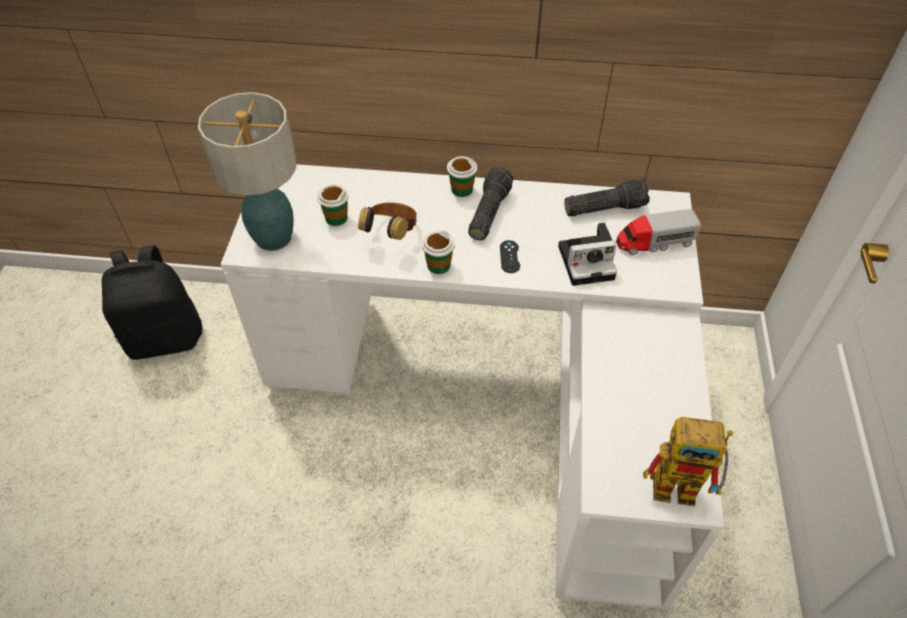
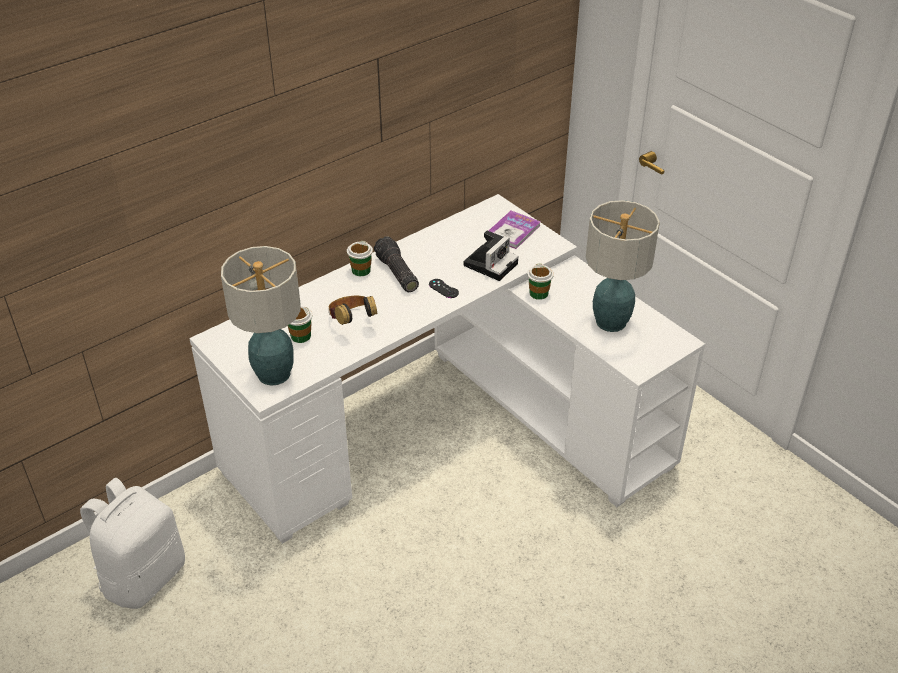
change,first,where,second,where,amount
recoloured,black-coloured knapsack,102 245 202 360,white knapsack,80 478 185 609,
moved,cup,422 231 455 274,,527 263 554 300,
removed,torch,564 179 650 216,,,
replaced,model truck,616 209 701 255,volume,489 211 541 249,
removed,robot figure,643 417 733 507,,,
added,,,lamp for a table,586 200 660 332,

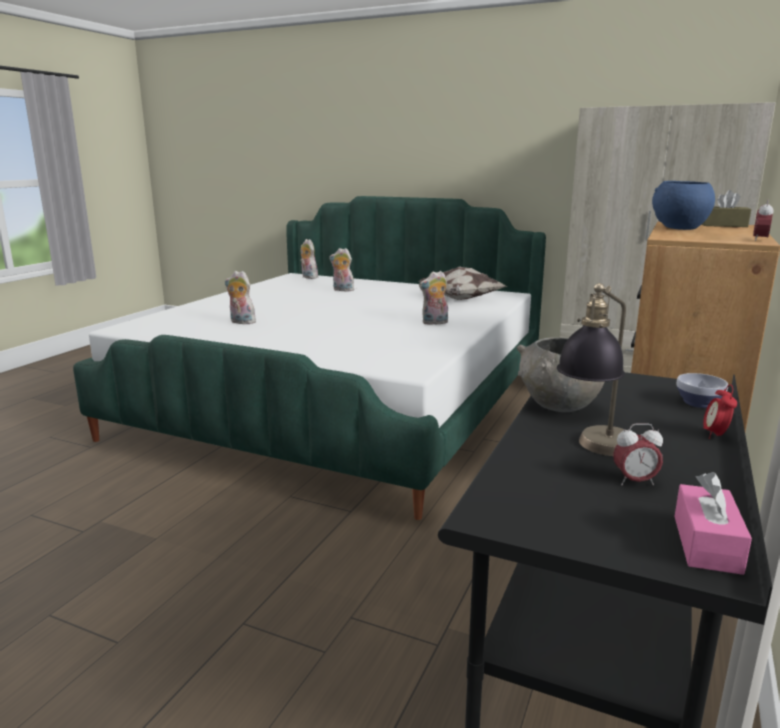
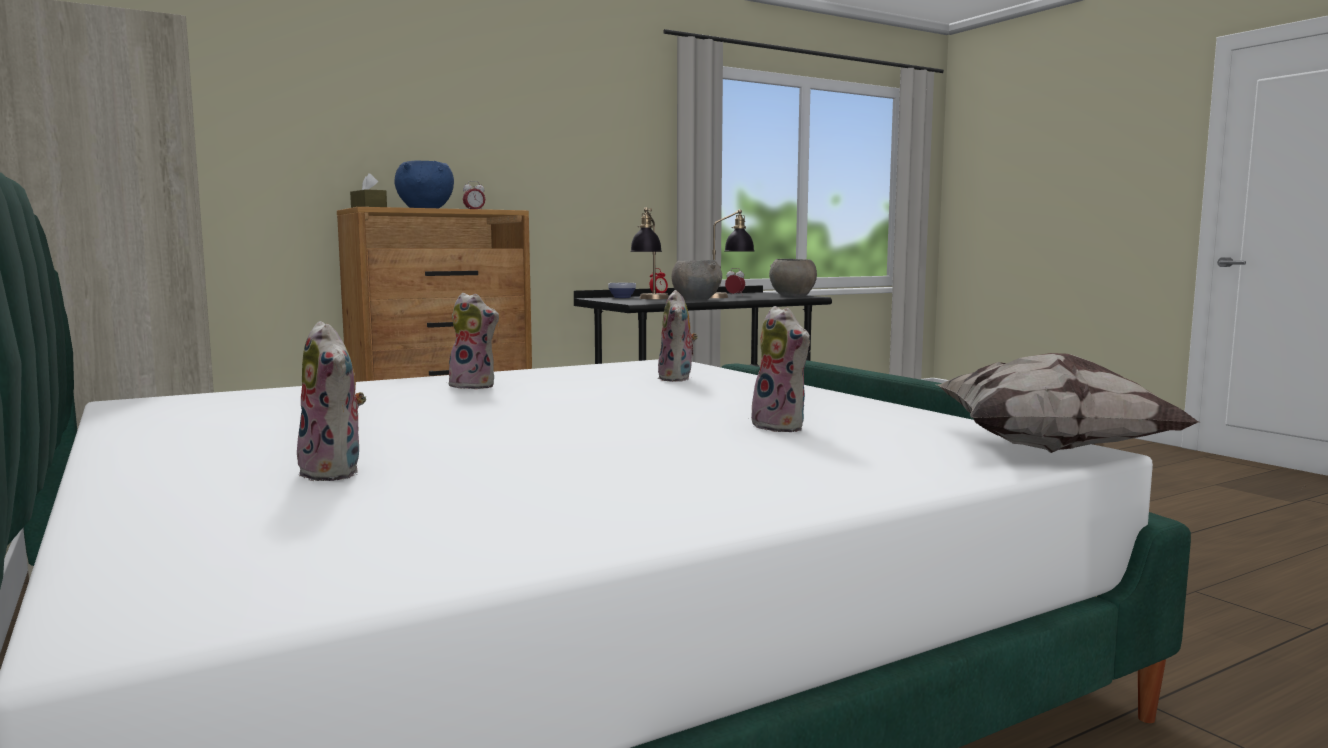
change,first,where,second,where,amount
moved,plush toy,300 239 318 279,,658 290 698 382,
moved,throw pillow,419 266 507 300,,937 353 1199 453,
removed,pink tissue holder,674 472 752 575,,,
added,,,lamp for a table,630 207 669 299,
added,,,greyish serving bowl,769 259 817 297,

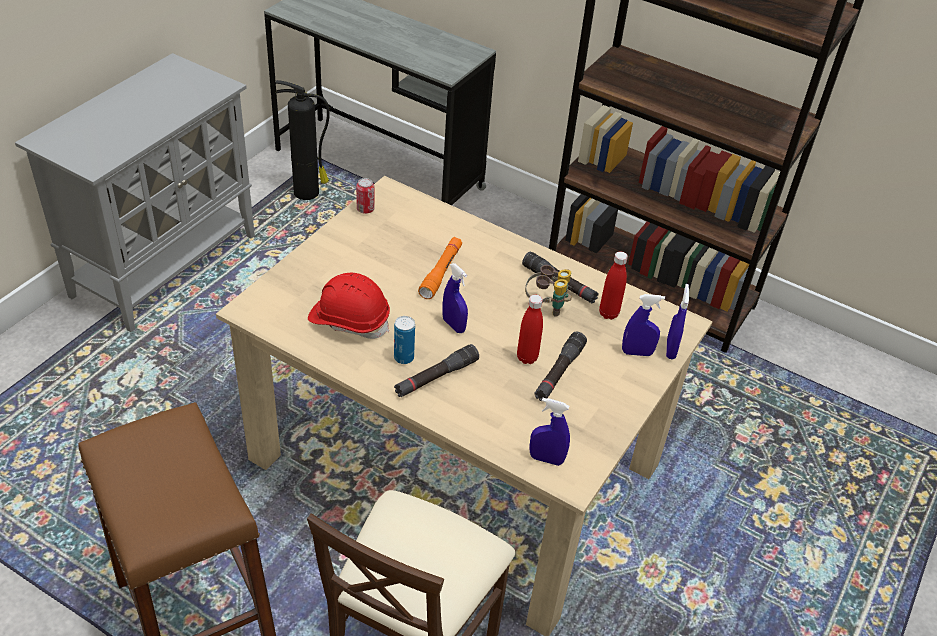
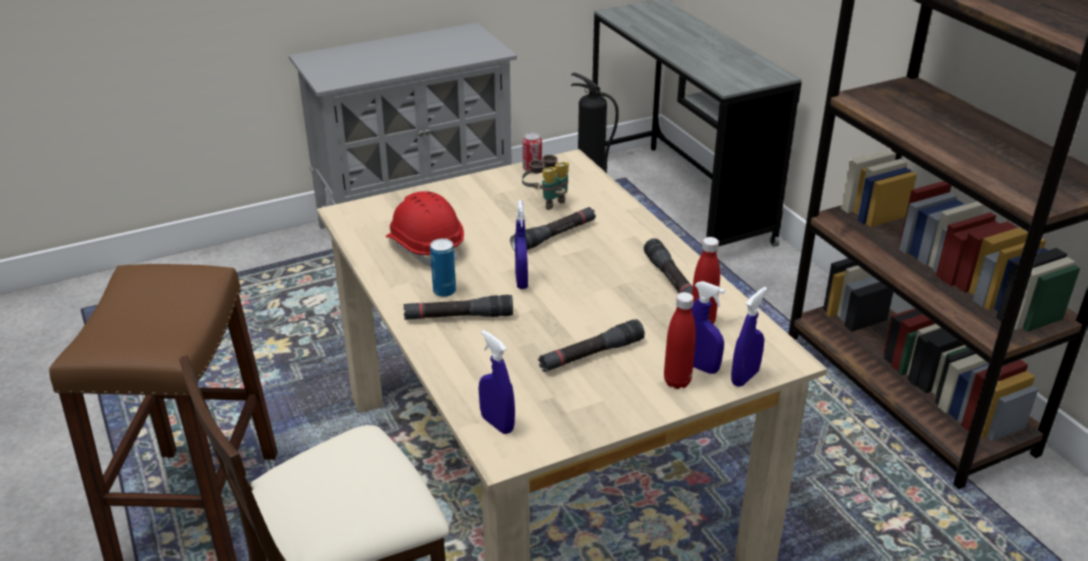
change,first,where,second,where,amount
recoloured,orange-coloured torch,418 237 462 299,black-coloured torch,510 207 596 251,
moved,reddish bottle,517 295 543 364,,664 292 696 389,
moved,pair of binoculars,525 265 572 317,,522 155 569 210,

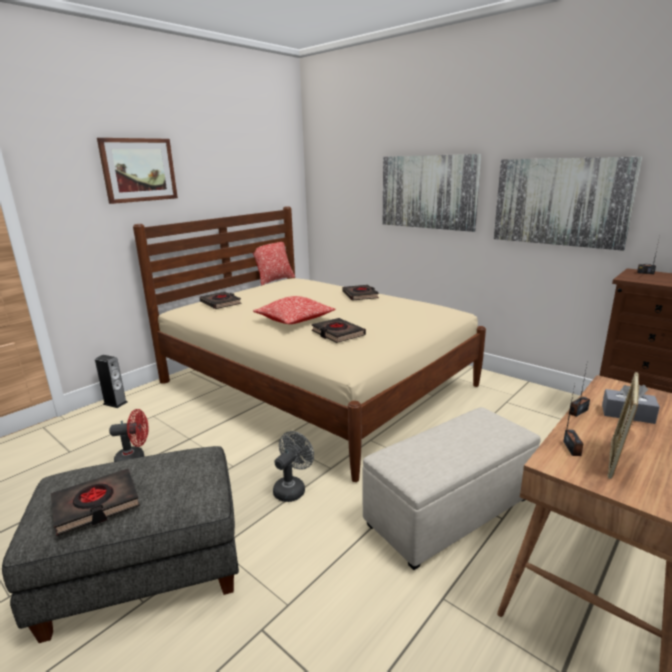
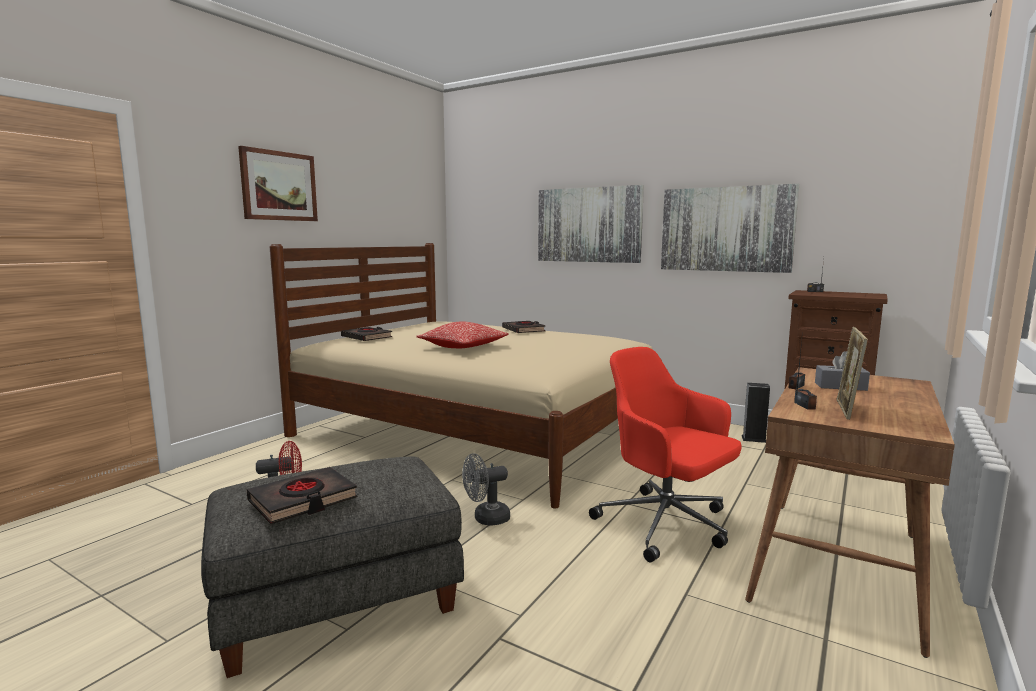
change,first,where,second,where,amount
moved,loudspeaker,95 355 127 408,,742 383 770 443,
removed,throw pillow,253 242 295 286,,,
turned,greyish cooling fan,273 431 314 502,,462 453 510 526,135 degrees counterclockwise
removed,black-coloured volume,311 318 366 343,,,
replaced,sand-coloured pouffe,362 407 541 570,reddish computer chair,589 347 742 562,

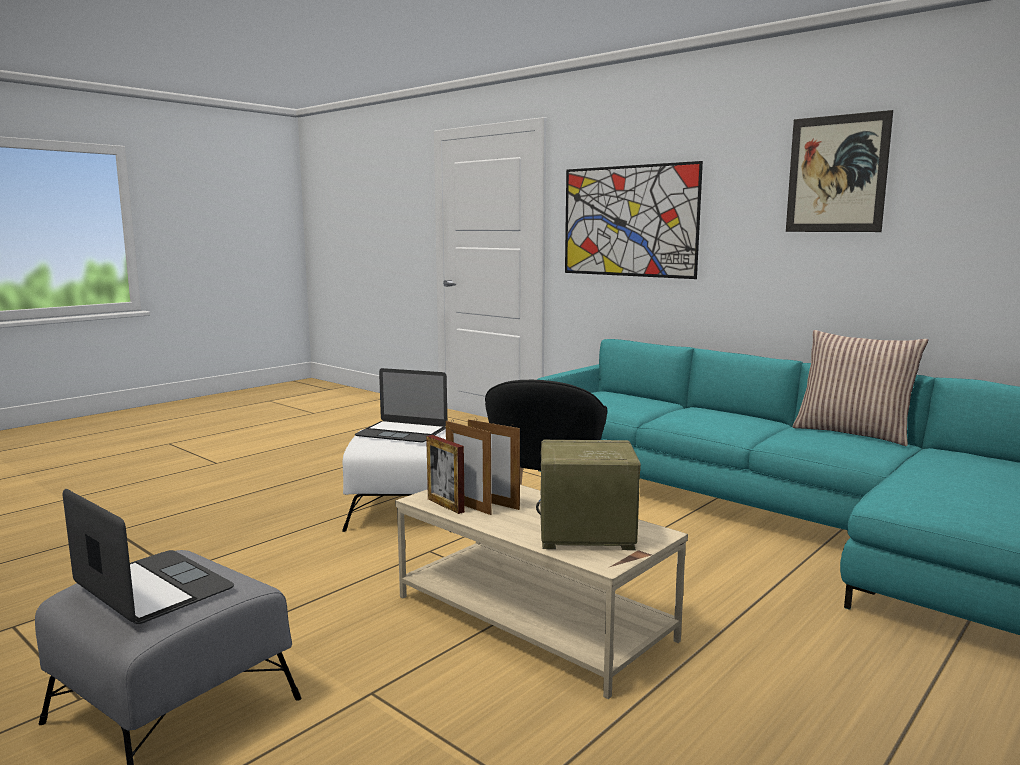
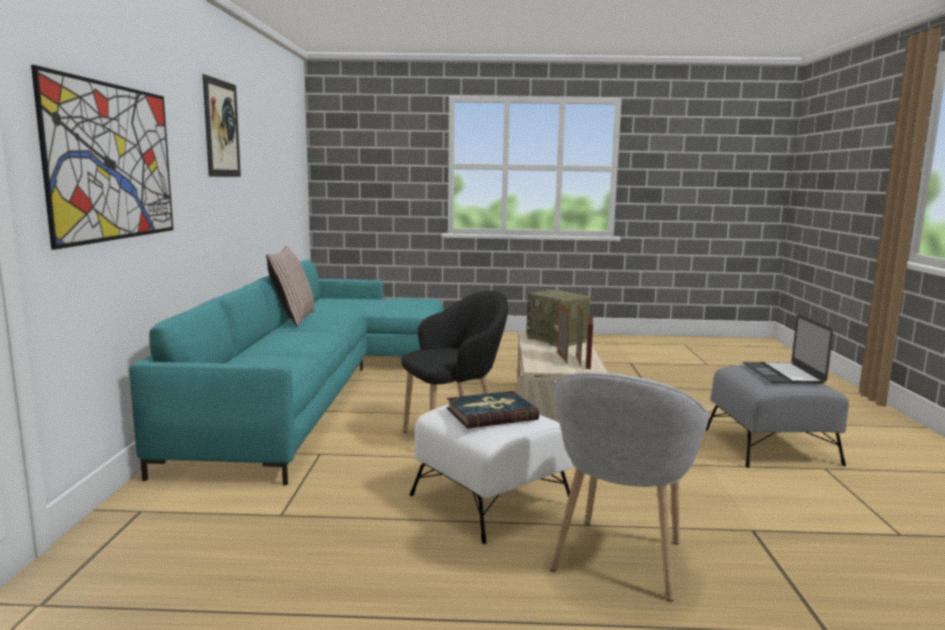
change,first,where,second,where,amount
replaced,notebook computer,355 368 447 442,volume,447 391 539 429,
added,,,greyish armchair,550 372 710 602,

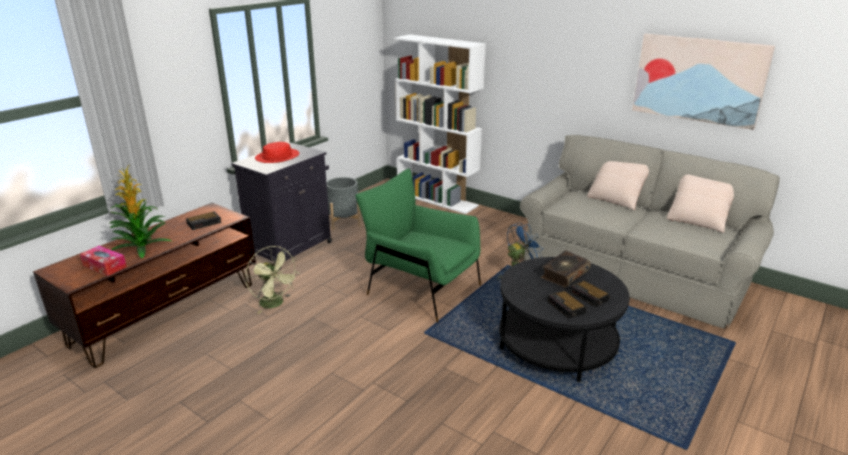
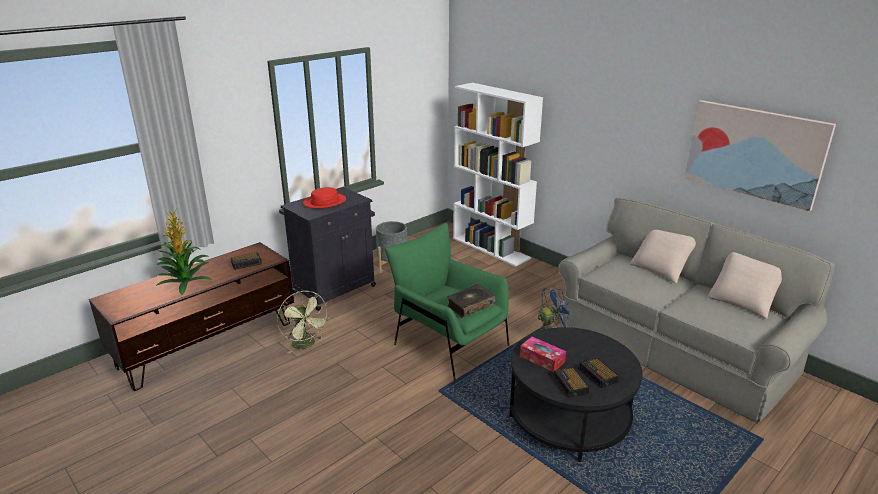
change,first,where,second,where,amount
moved,tissue holder,80 246 127 276,,520 337 566 372,
moved,volume,541 250 591 288,,447 284 496 318,

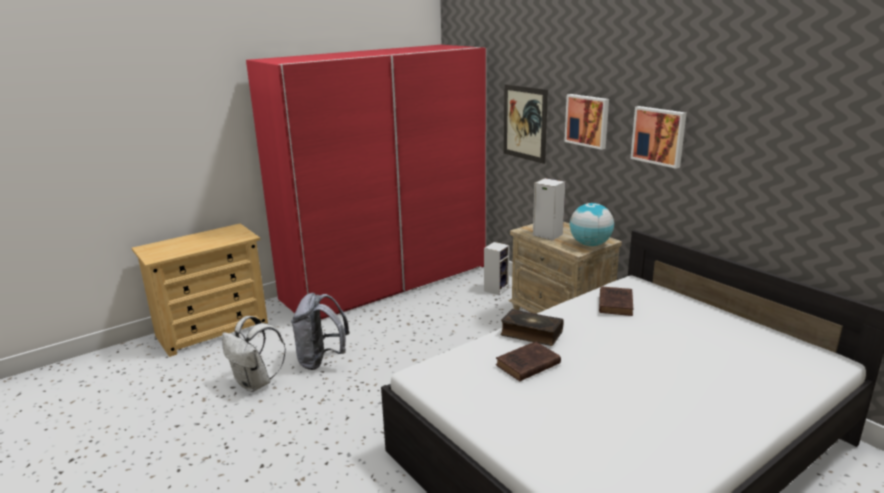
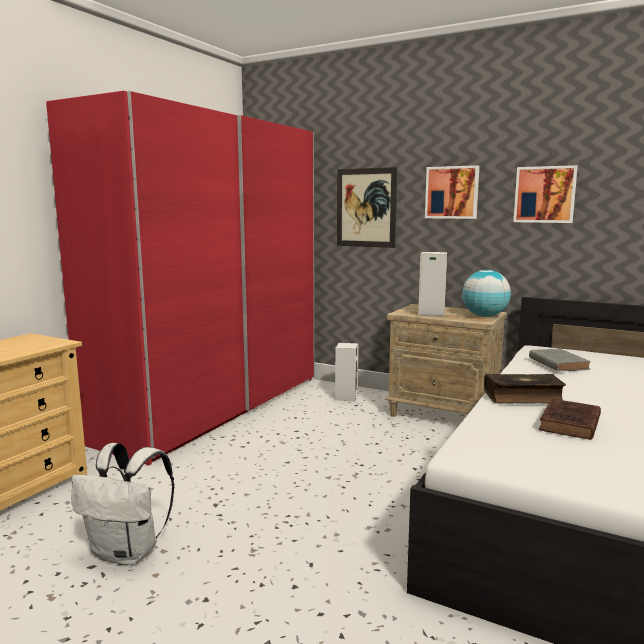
change,first,where,second,where,amount
removed,greyish knapsack,291 293 349 370,,,
recoloured,brown-coloured volume,599 286 633 316,greyish volume,529 349 591 372,

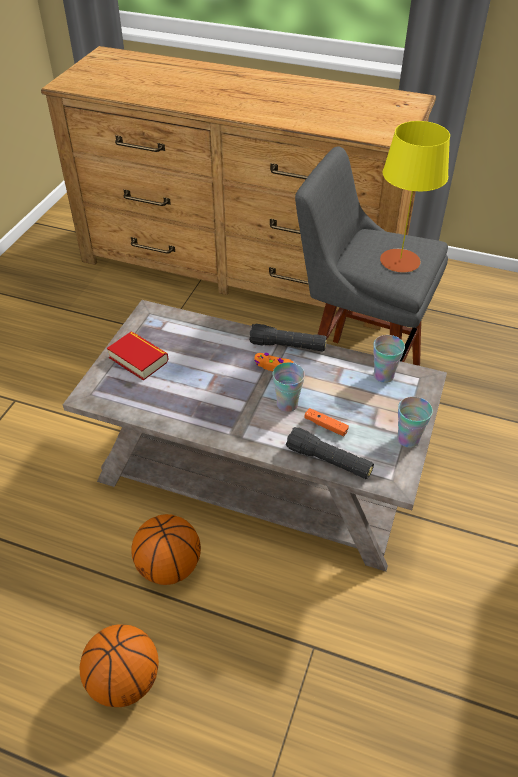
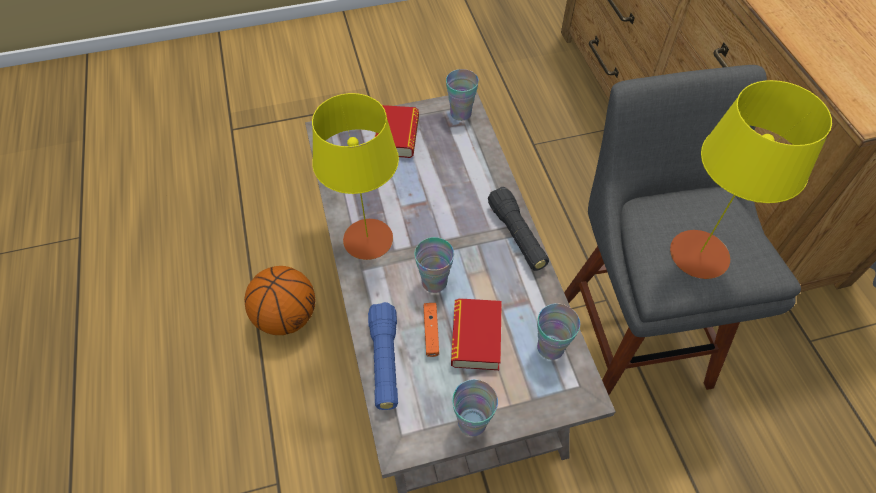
change,first,where,second,where,amount
removed,basketball ball,80 624 159 707,,,
removed,orange-coloured game controller,254 353 293 371,,,
recoloured,black-coloured torch,286 427 374 479,blue-coloured torch,368 302 398 410,
added,,,yellow-coloured lamp for a table,312 93 399 260,
added,,,cup,446 69 479 121,
added,,,volume,451 298 502 370,

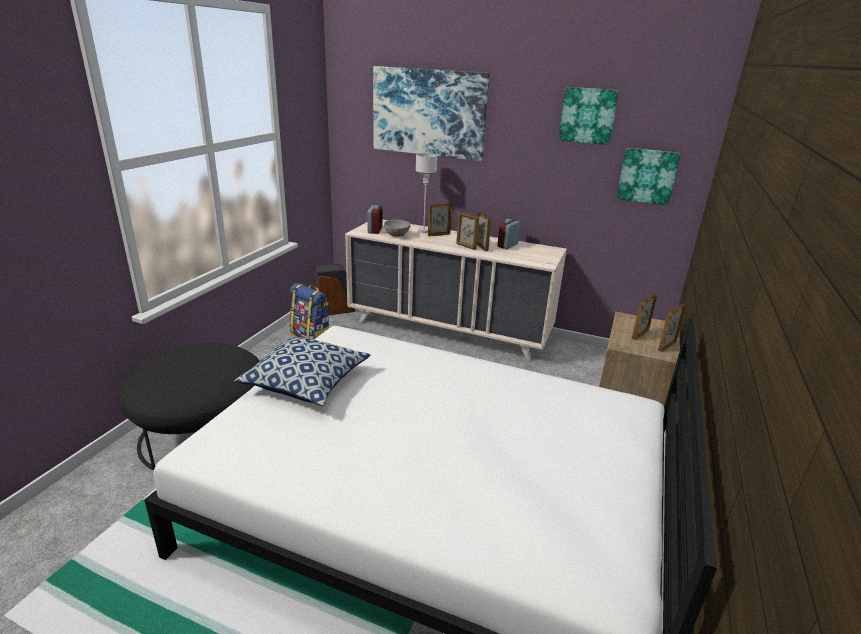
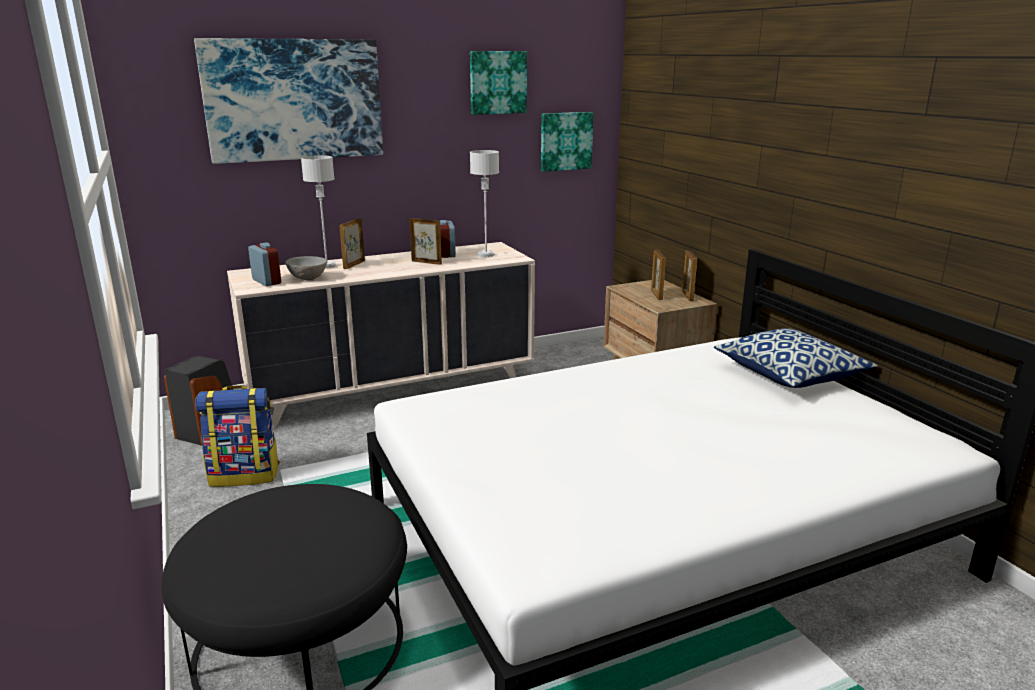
change,first,where,second,where,amount
moved,throw pillow,234 336 370 406,,714 328 878 388,
removed,standing frame,456 212 479 250,,,
added,,,greyish lamp for a table,470 150 499 257,

